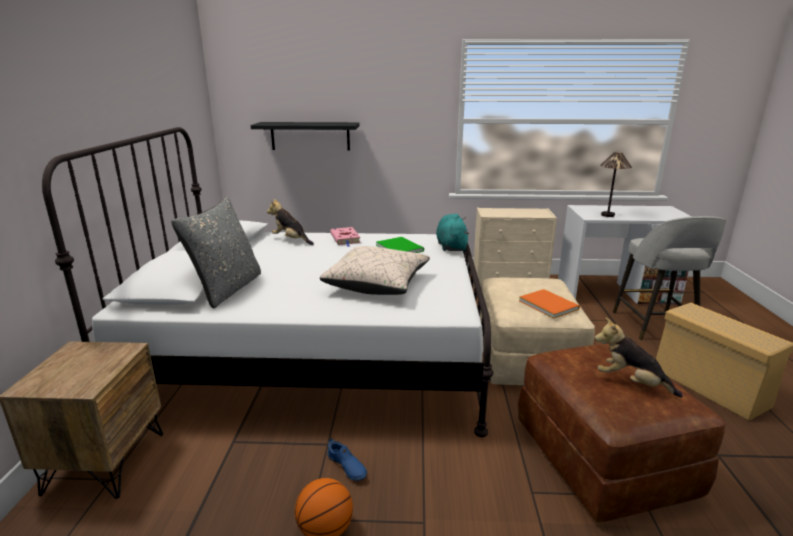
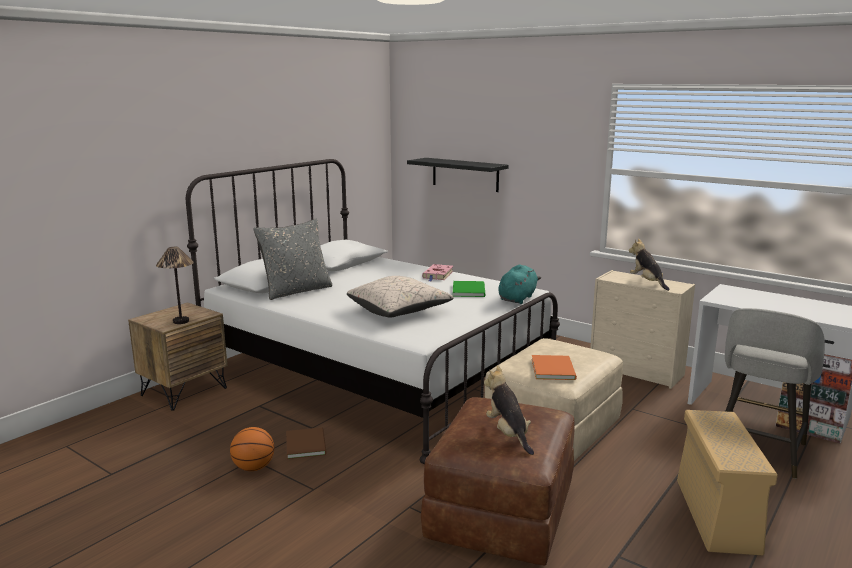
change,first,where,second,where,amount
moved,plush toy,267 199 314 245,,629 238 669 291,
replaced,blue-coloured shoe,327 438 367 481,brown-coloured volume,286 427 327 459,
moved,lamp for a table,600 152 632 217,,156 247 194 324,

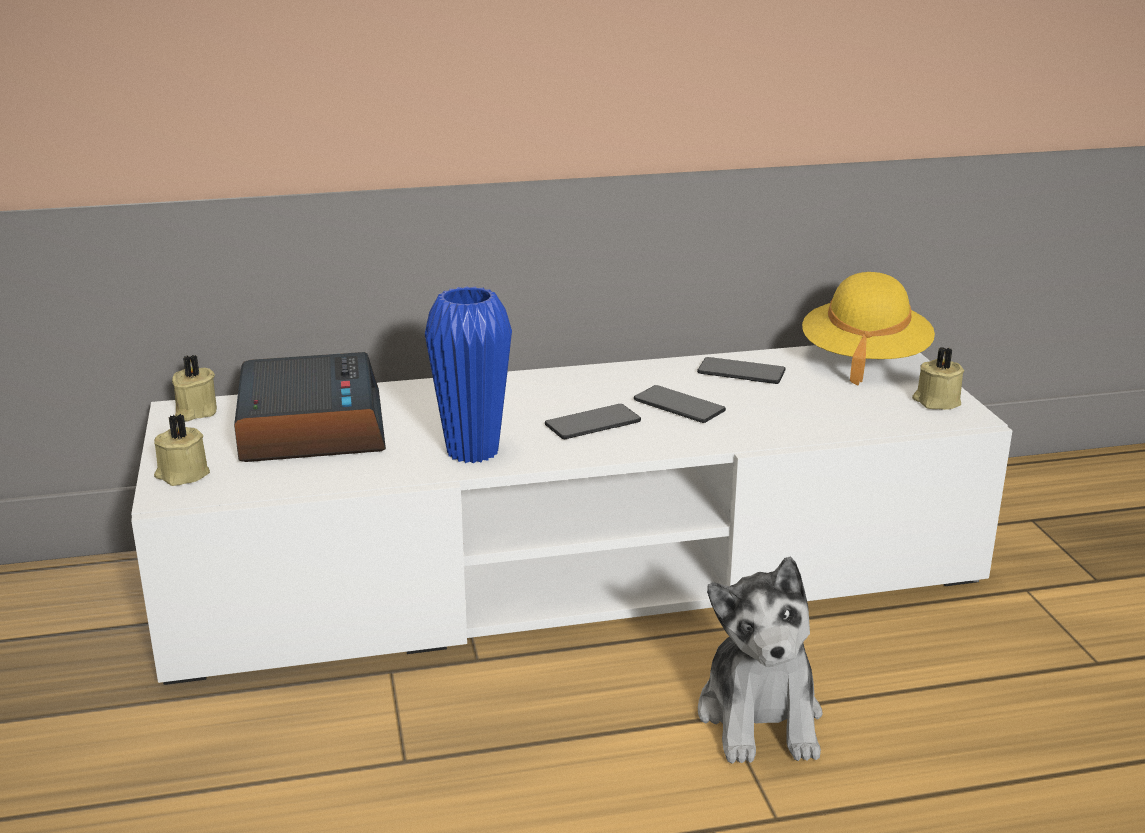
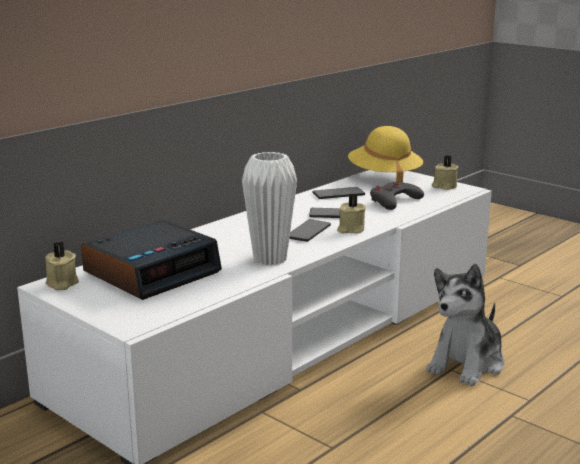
change,first,where,second,where,amount
moved,sand-coloured wax candle,154 414 210 486,,337 194 366 234,
turned,bedside clock,234 352 386 462,,81 220 222 300,90 degrees clockwise
recoloured,blue-coloured flower vase,425 286 512 463,white flower vase,242 152 297 265,
turned,plush toy,698 557 823 764,,426 264 504 386,75 degrees clockwise
added,,,greyish game controller,370 182 424 210,

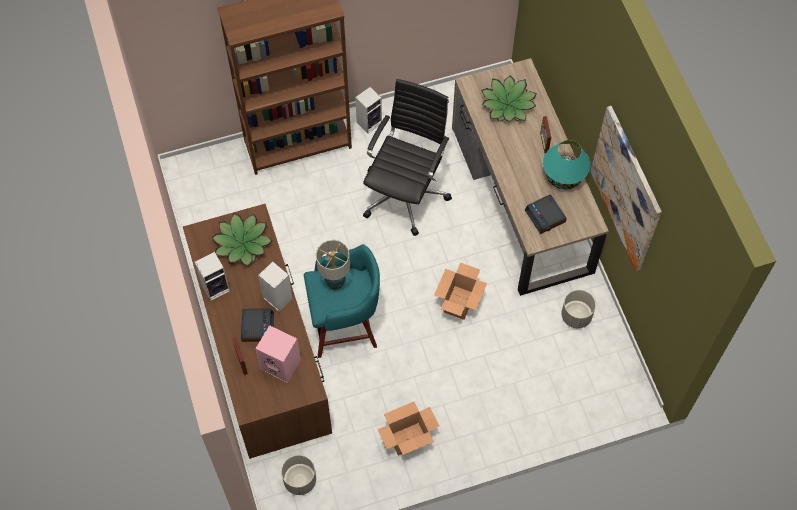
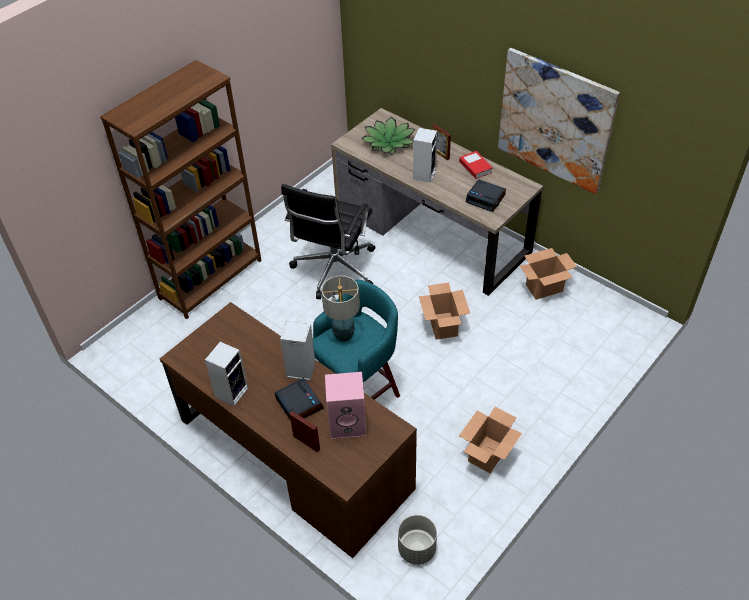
change,first,where,second,where,amount
removed,plant in a pot,211 213 272 266,,,
moved,loudspeaker,355 87 382 134,,413 128 437 183,
turned,black-coloured computer chair,363 79 452 236,,281 184 375 299,150 degrees counterclockwise
replaced,blue-green lamp for a table,543 140 590 190,volume,459 151 493 179,
replaced,greyish planter,561 290 596 328,packing box,520 248 577 300,

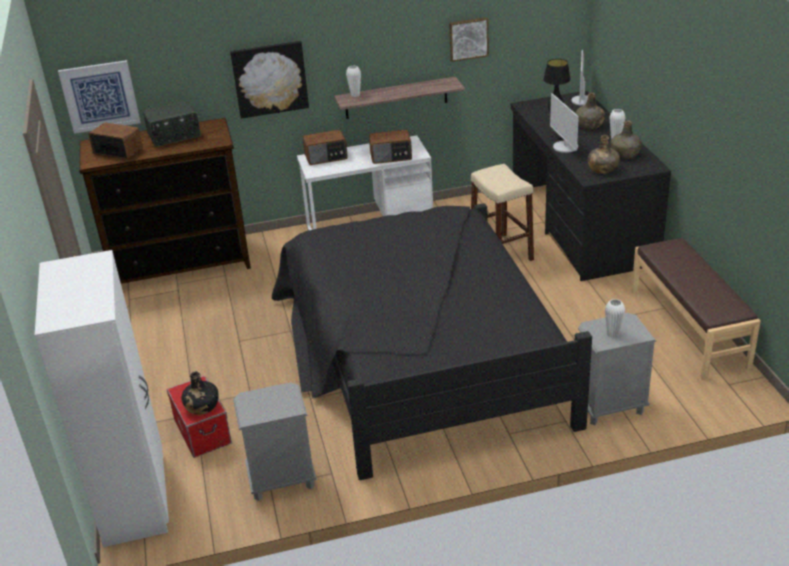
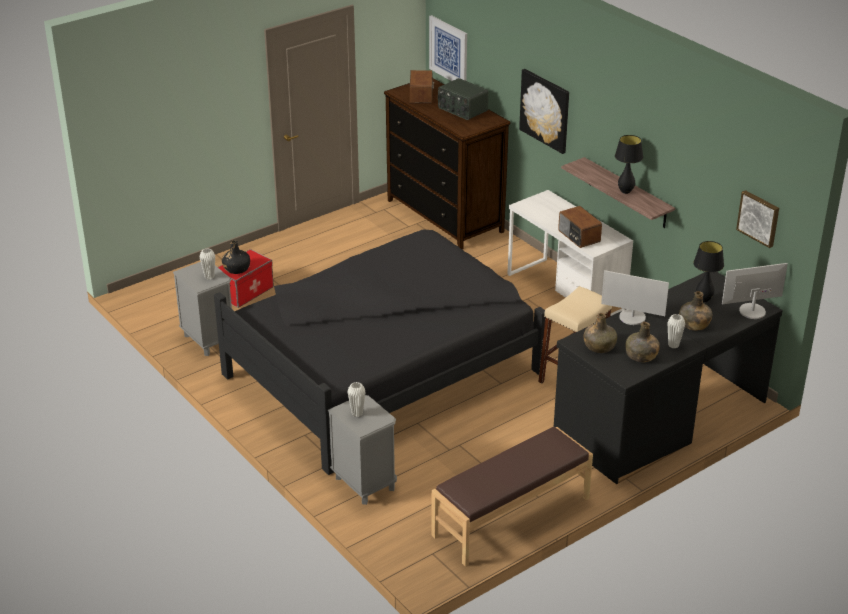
change,first,where,second,where,amount
removed,white wardrobe,35 250 169 547,,,
removed,radio,303 130 348 165,,,
moved,white flower vase,346 65 361 97,,200 248 215 280,
moved,wall art,449 17 489 62,,736 190 779 248,
turned,monitor,550 93 579 153,,601 270 669 325,120 degrees counterclockwise
added,,,black-coloured lamp for a table,615 135 643 194,

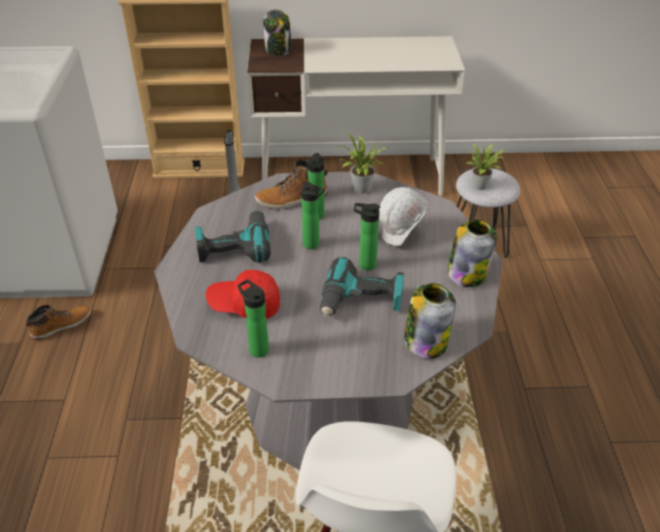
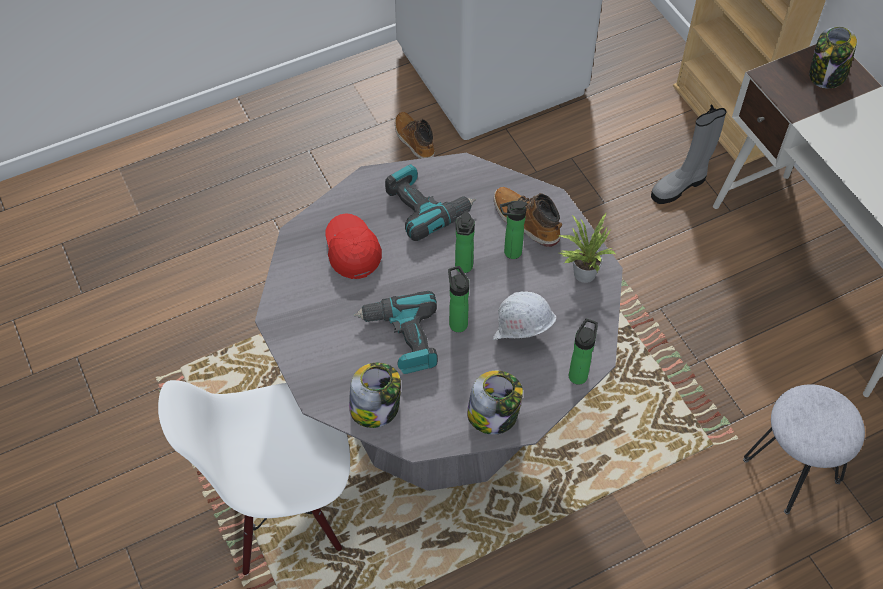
change,first,where,second,where,amount
turned,high-top boot,25 305 91 340,,395 112 435 159,150 degrees counterclockwise
moved,bottle,237 279 269 358,,569 319 598 385,
removed,plant in a pot,467 143 507 190,,,

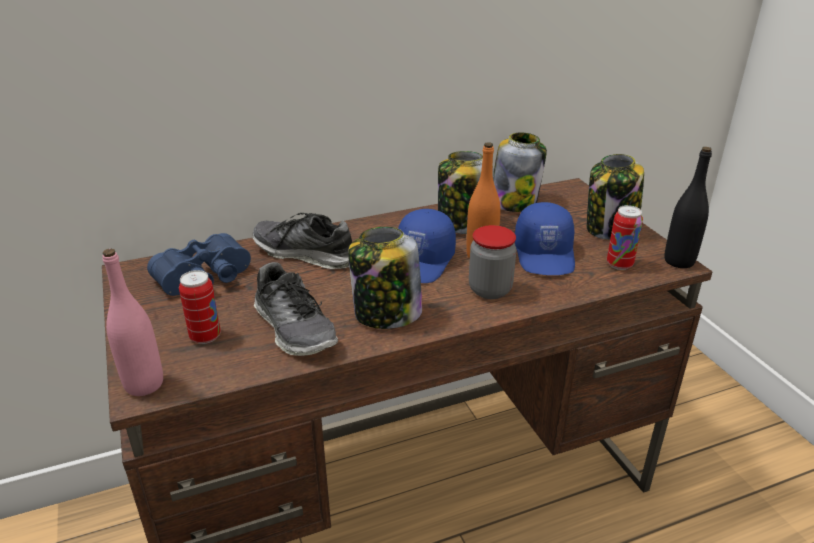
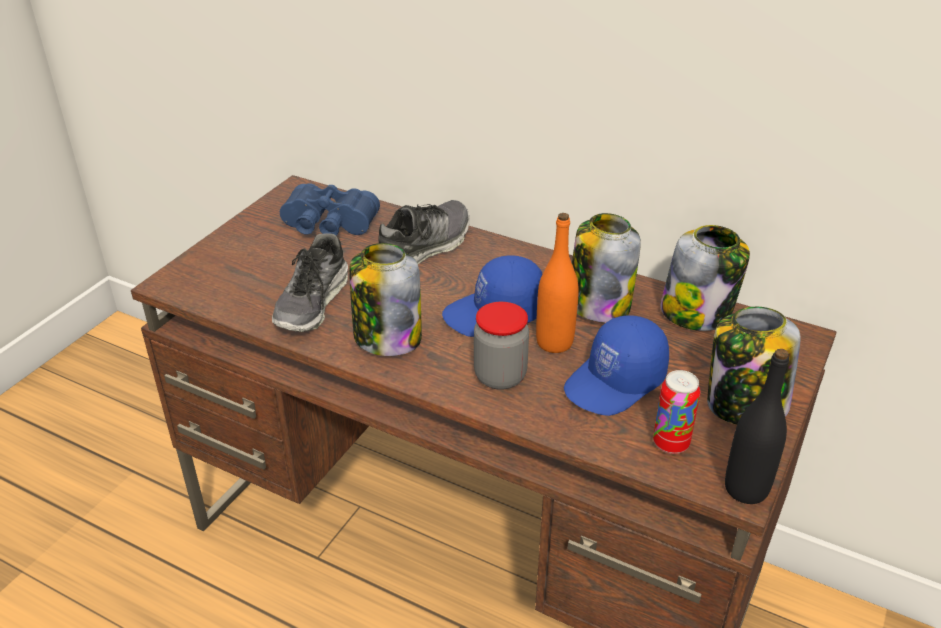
change,first,where,second,where,amount
removed,pink bottle,103 249 163 396,,,
removed,metal can,179 270 221 344,,,
turned,shoe,252 213 352 269,,379 200 470 264,60 degrees clockwise

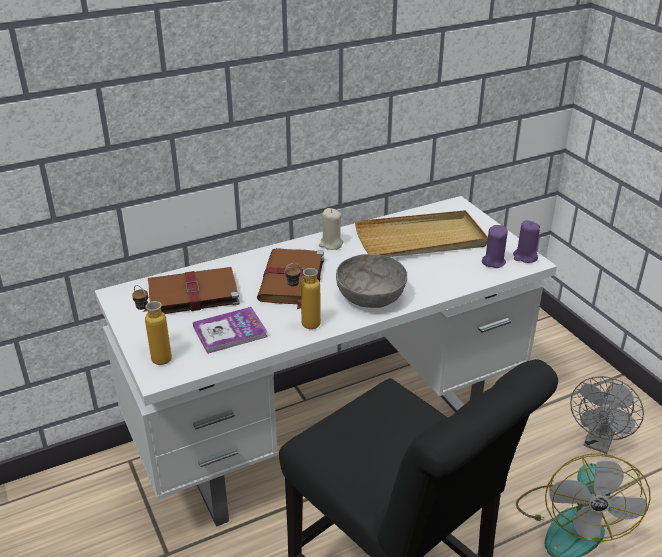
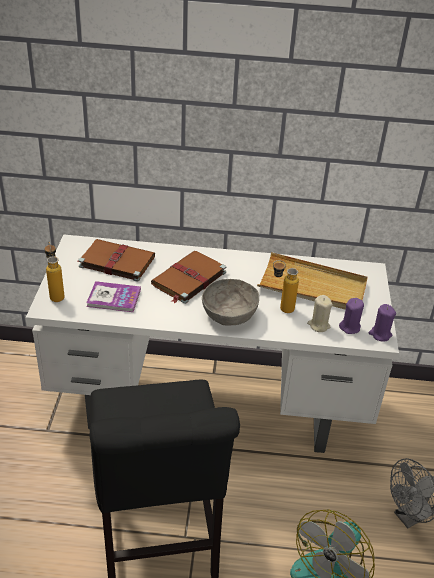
change,first,where,second,where,amount
moved,bottle,284 263 321 329,,273 260 299 313,
moved,sand-coloured wax candle,319 208 344 250,,307 295 333 332,

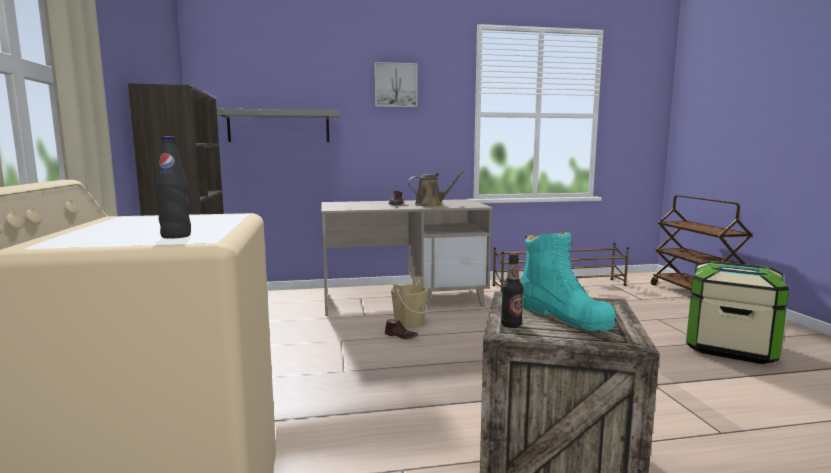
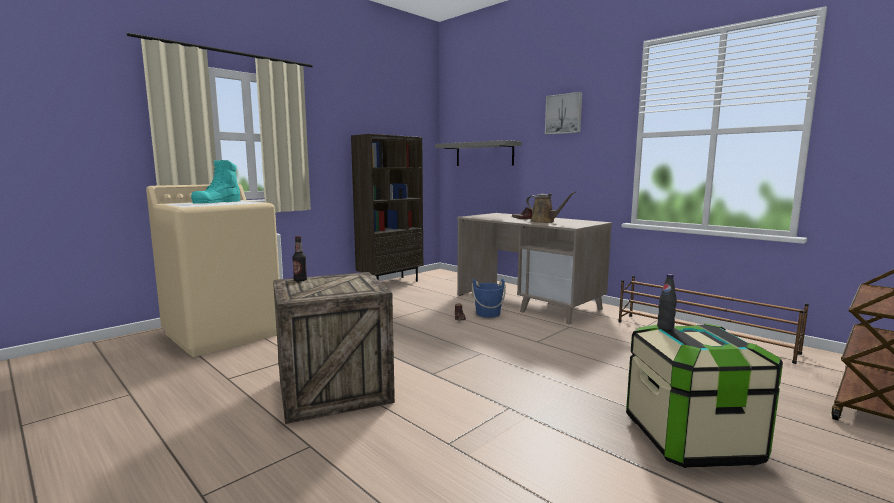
change,first,where,second,where,amount
moved,black-coloured bottle,156 136 191 239,,657 274 677 330,
recoloured,sand-coloured water bucket,391 276 428 327,blue-coloured water bucket,472 279 506 318,
moved,blue-green high-top boot,520 231 616 331,,191 160 240 204,

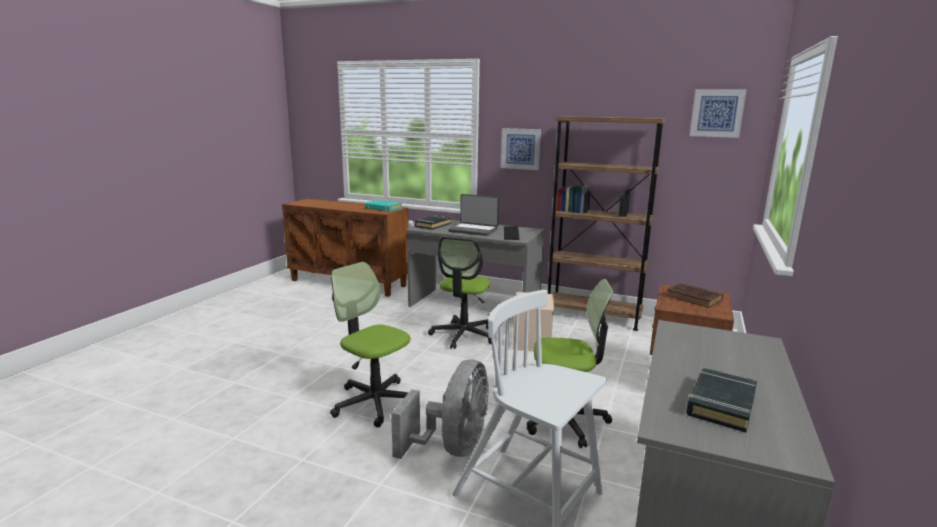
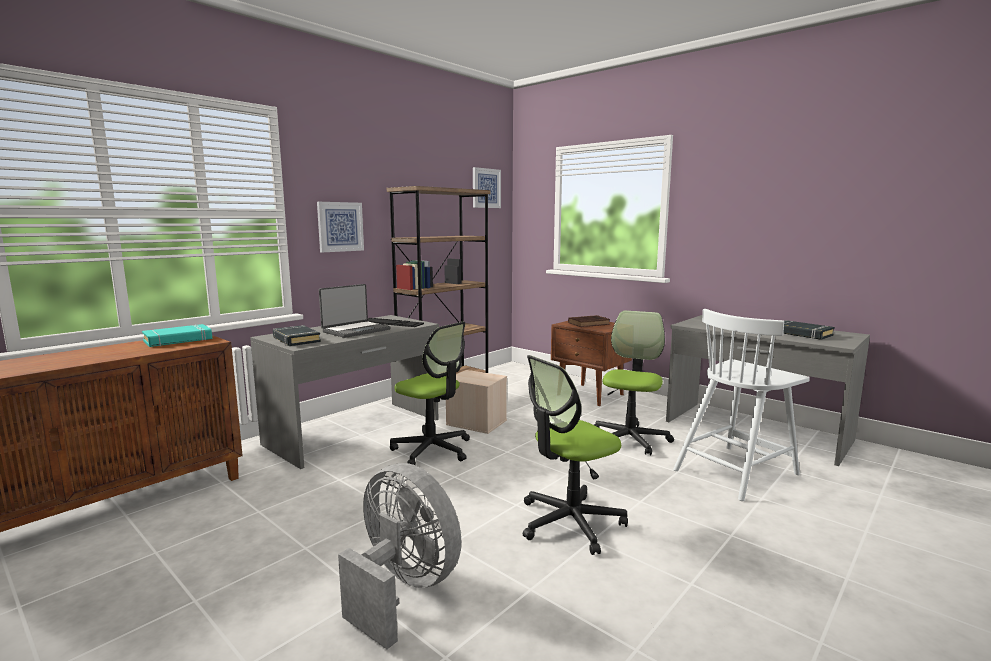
change,first,where,second,where,amount
moved,greyish cooling fan,391 360 489 459,,338 463 461 649,

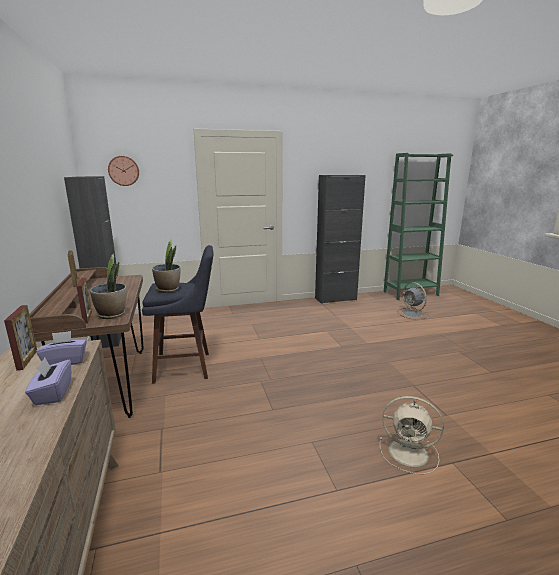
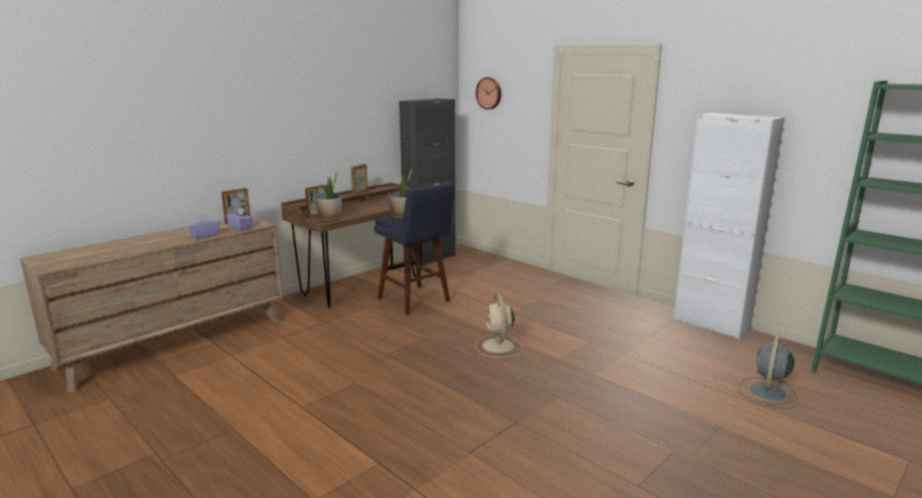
change,first,where,second,where,amount
recoloured,black-coloured cabinet,315 175 366 304,white cabinet,674 113 785 339,
moved,sand-coloured cooling fan,379 396 444 475,,475 294 523 357,

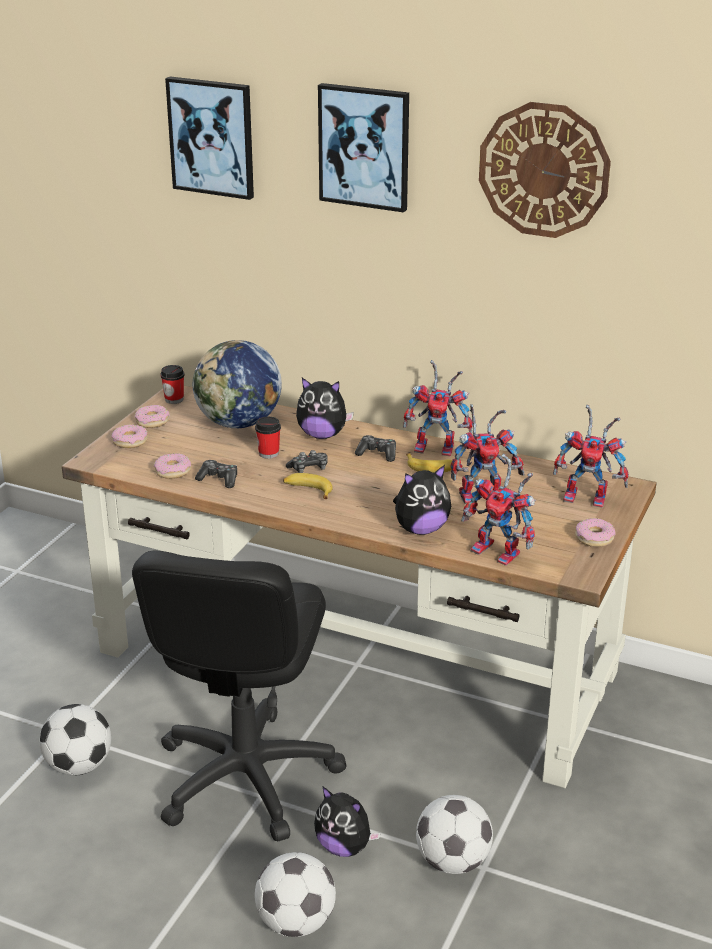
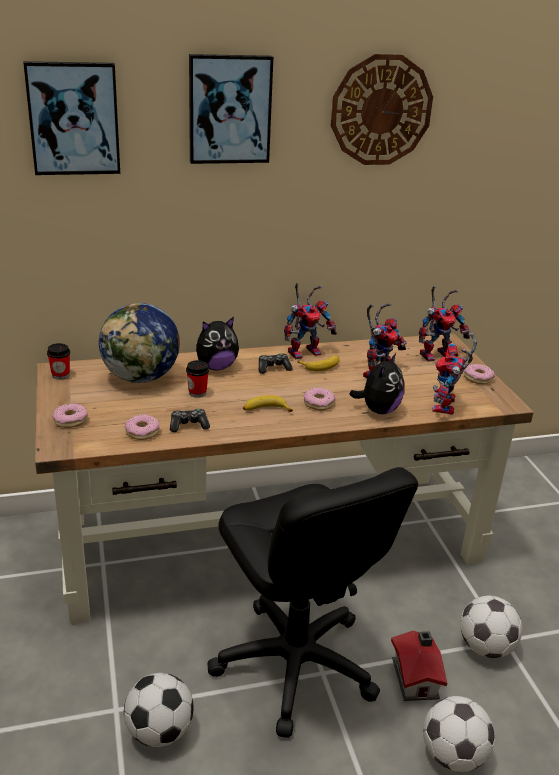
change,first,where,second,where,amount
moved,ring doughnut,135 405 170 428,,304 388 335 410,
removed,game controller,286 450 328 473,,,
replaced,plush toy,314 787 381 857,toy house,391 630 447 701,
turned,robot figure,461 454 536 566,,432 333 477 415,105 degrees clockwise

